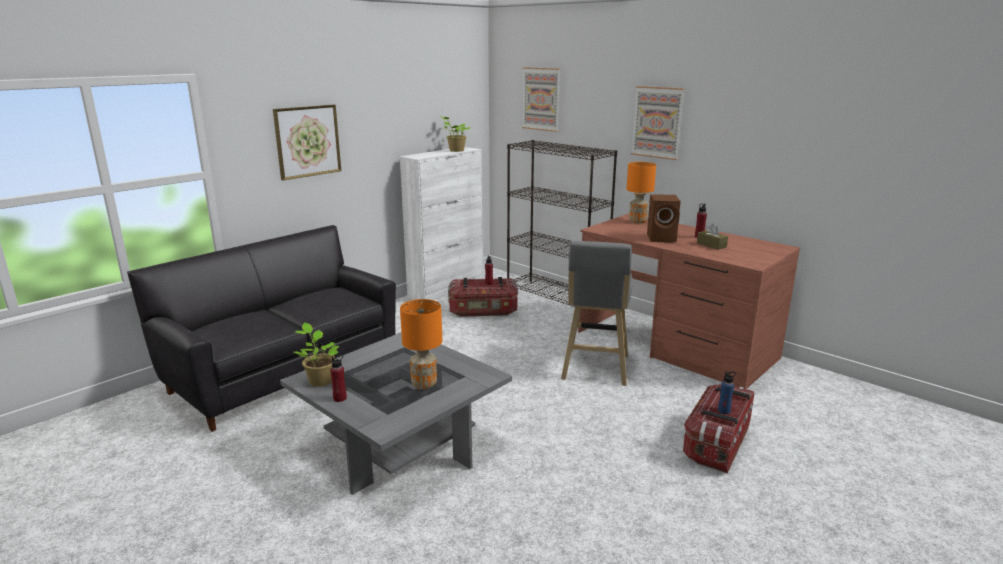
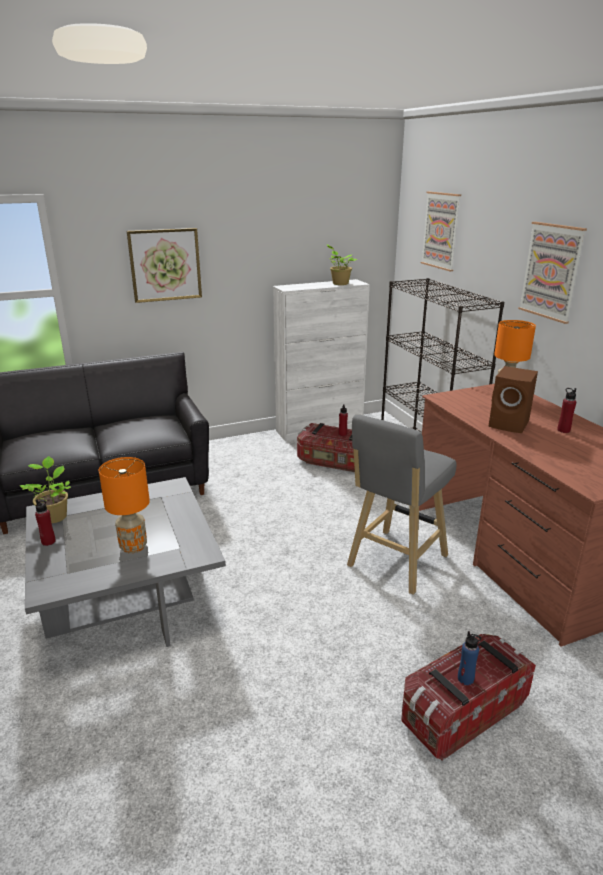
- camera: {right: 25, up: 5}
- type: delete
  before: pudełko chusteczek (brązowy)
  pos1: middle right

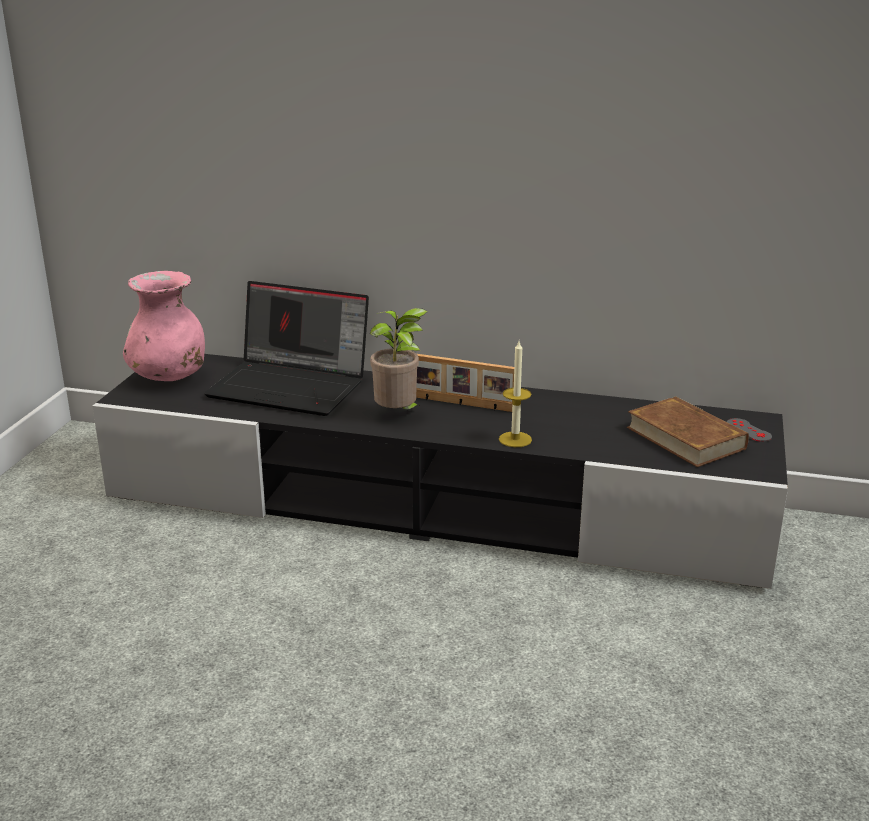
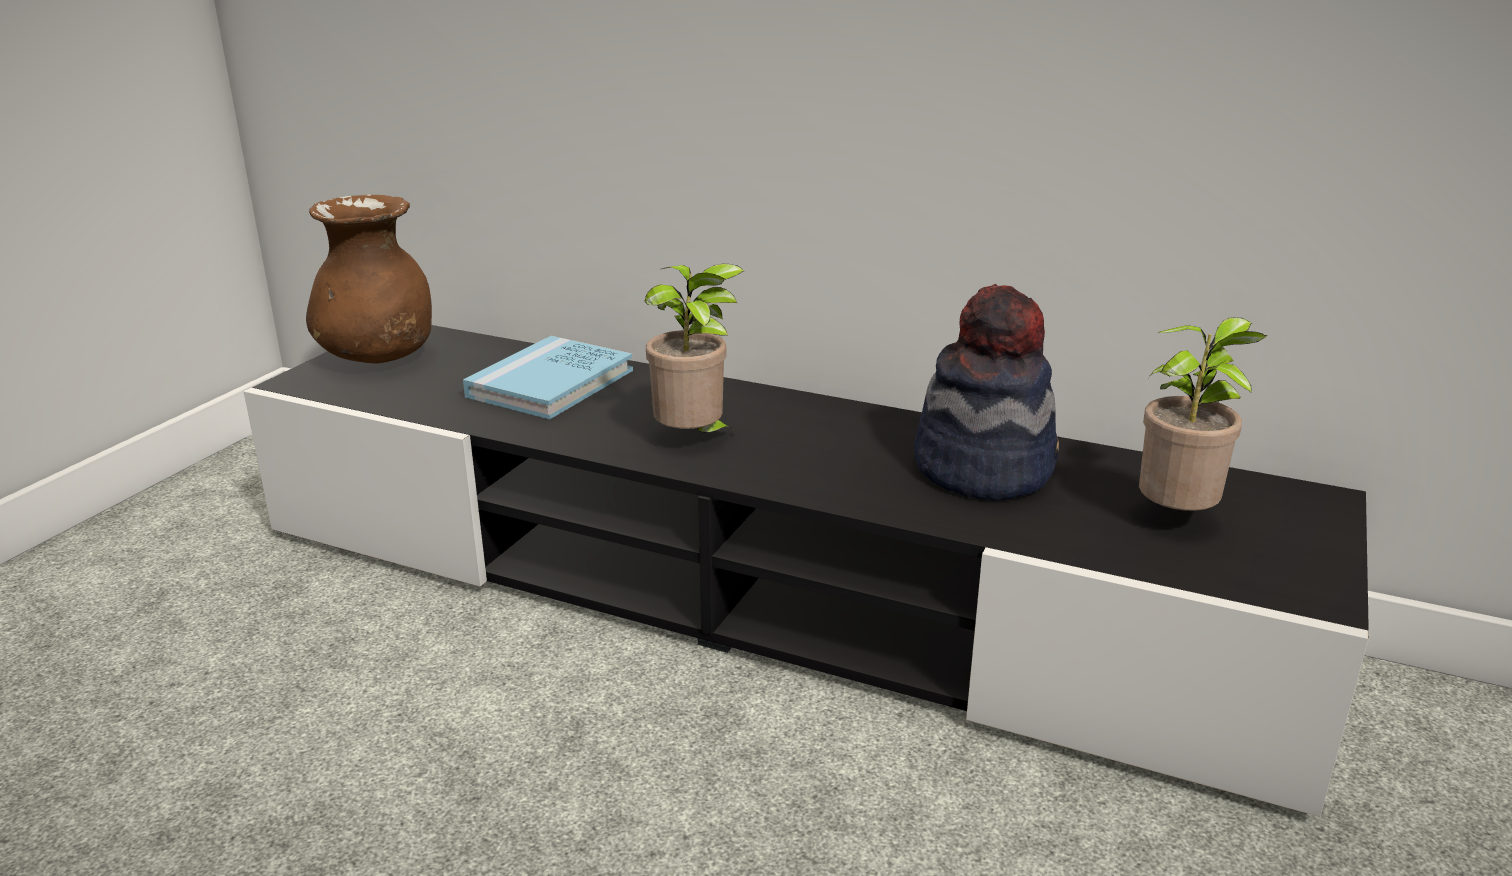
- camera: {right: 10, up: 0}
- type: recolor
  before: wazon (różowy)
  after: wazon (brązowy)
  pos1: middle left
  pos2: top left
- type: replace
  before: laptop
  after: książka (niebieski)
  pos1: middle left
  pos2: centre
- type: insert
  after: kapelusz
  pos2: centre
- type: replace
  before: książka (brązowy)
  after: roślina doniczkowa (2nd from left)
  pos1: middle right
  pos2: middle right
- type: delete
  before: ramka na zdjęcie
  pos1: centre
- type: delete
  before: świeca
  pos1: centre
- type: delete
  before: pad do gier (szary)
  pos1: middle right

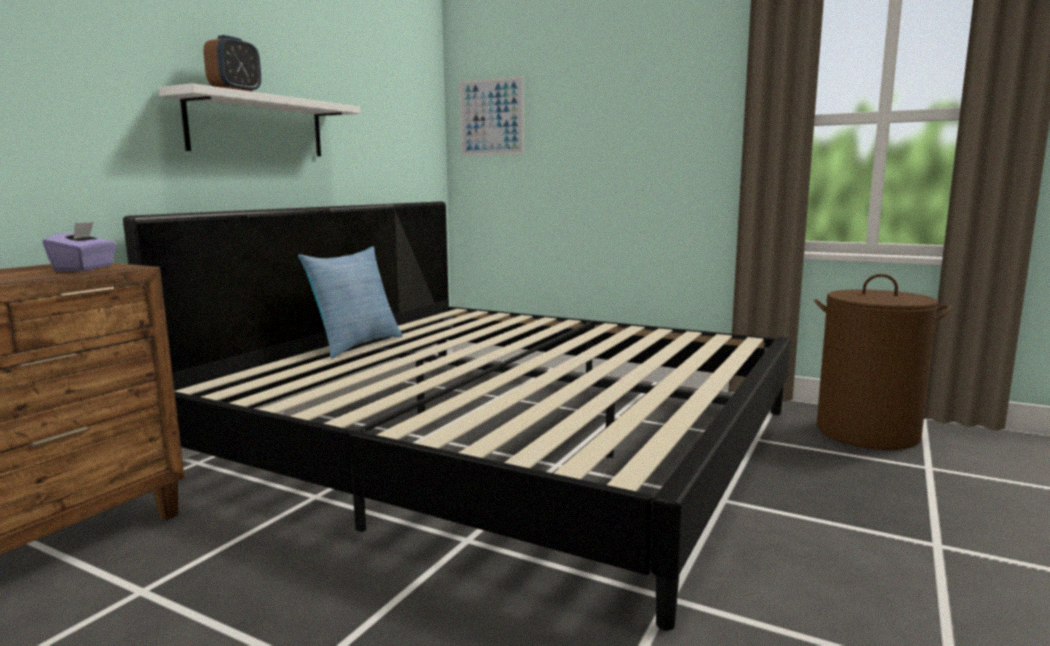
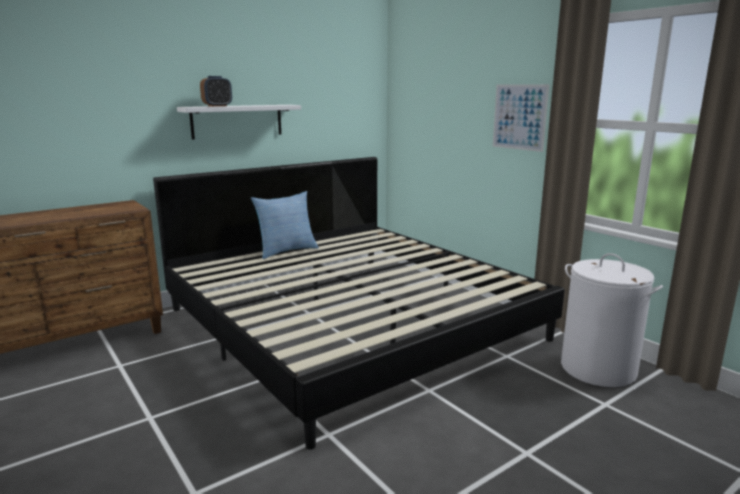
- camera: {right: 25, up: 5}
- type: move
  before: obraz
  pos1: top centre
  pos2: top right
- type: recolor
  before: kosz na pranie (brązowy)
  after: kosz na pranie (biały)
  pos1: middle right
  pos2: middle right
- type: delete
  before: pudełko chusteczek (fioletowy)
  pos1: middle left

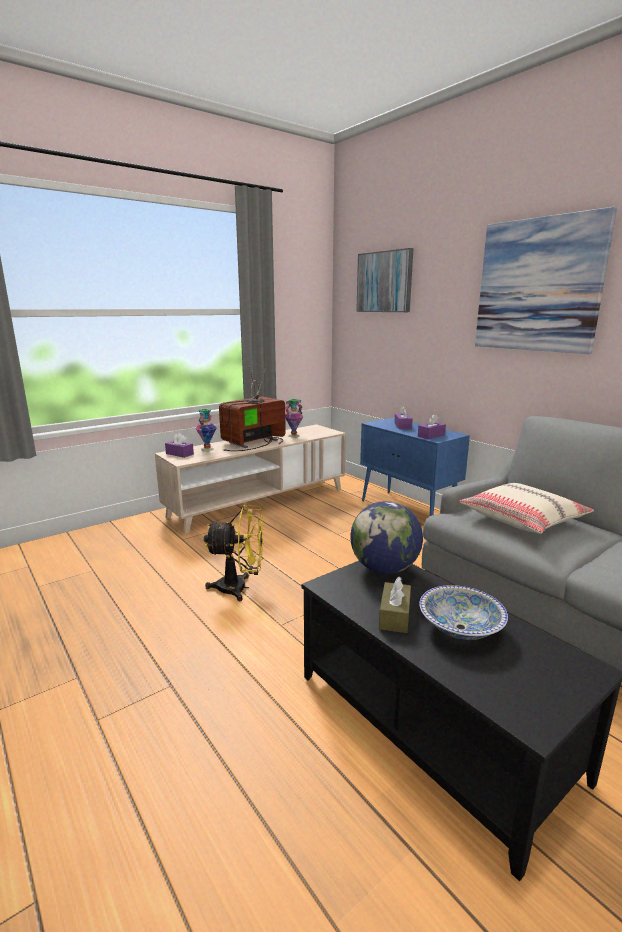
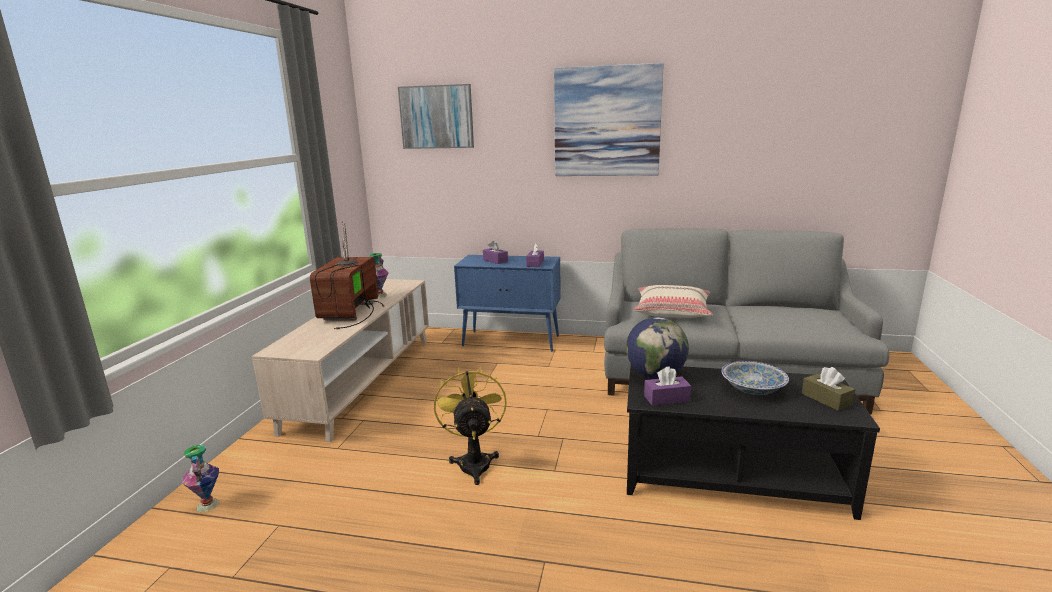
- camera: {right: -40, up: 0}
- type: move
  before: wazon (1st from left)
  pos1: middle left
  pos2: bottom left
- type: rotate
  before: wentylator (żółty)
  pos1: centre
  pos2: bottom centre
  turn: -60
- type: move
  before: pudełko chusteczek (fioletowy) (1st from left in the first image)
  after: pudełko chusteczek (fioletowy) (3rd from left)
  pos1: middle left
  pos2: centre
- type: move
  before: pudełko chusteczek (brązowy)
  pos1: centre
  pos2: middle right

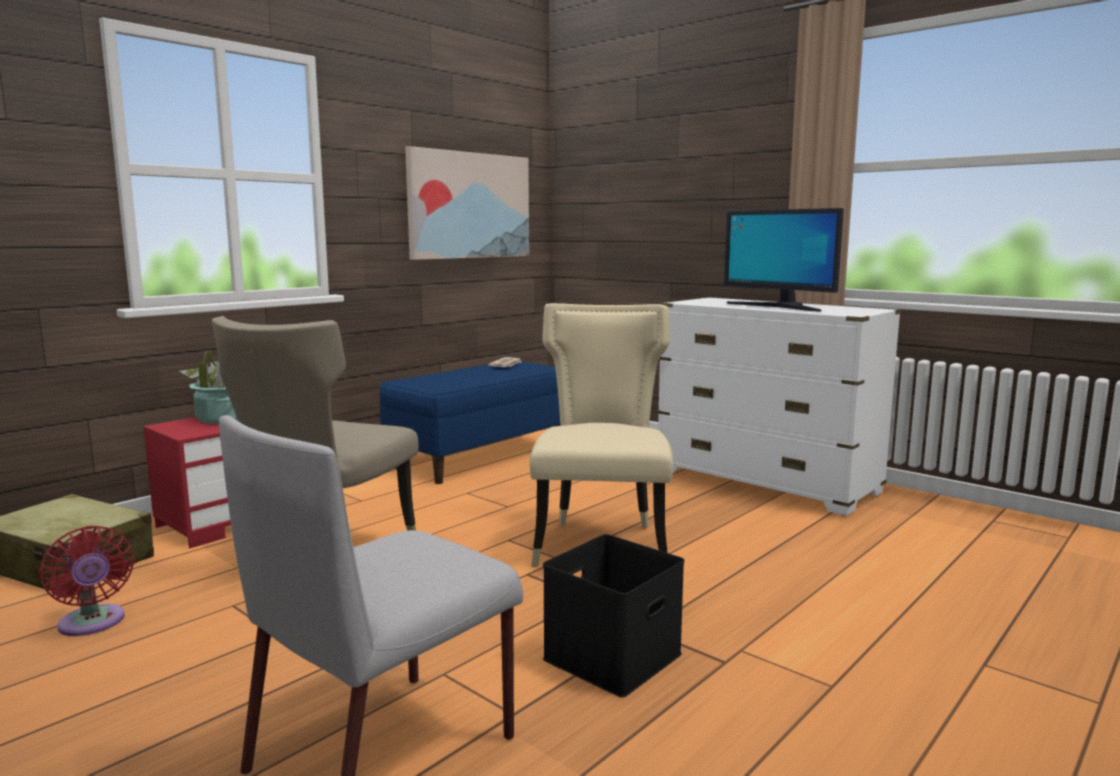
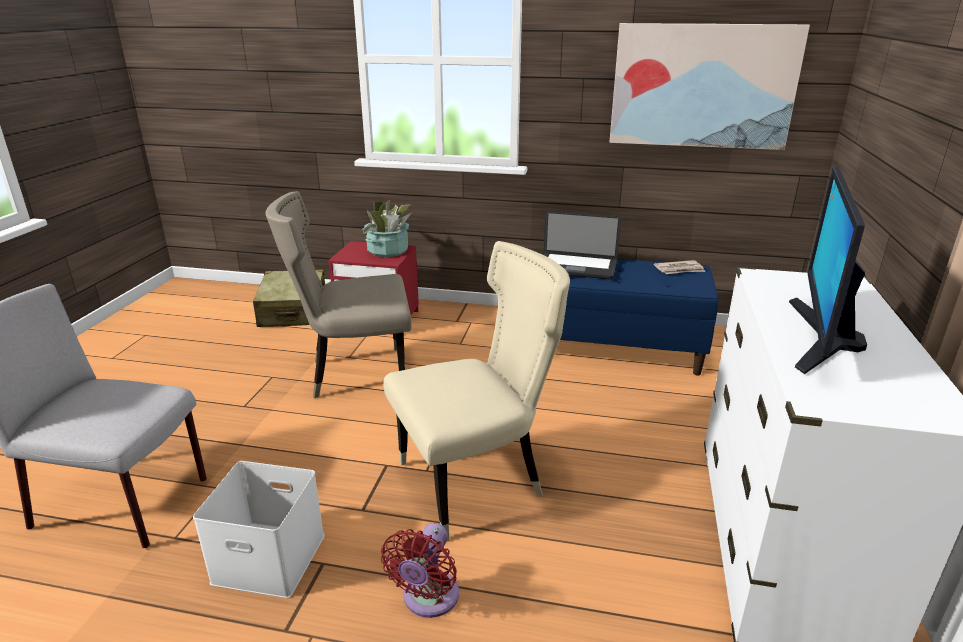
- camera: {right: 60, up: 15}
- type: recolor
  before: pojemnik do przechowywania (czarny)
  after: pojemnik do przechowywania (biały)
  pos1: bottom centre
  pos2: bottom left
- type: move
  before: wentylator (czerwony)
  pos1: bottom left
  pos2: bottom centre
- type: insert
  after: laptop
  pos2: centre

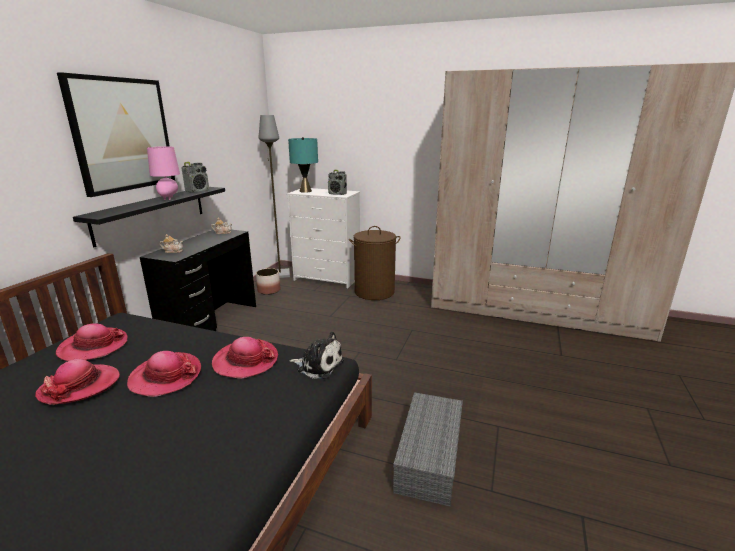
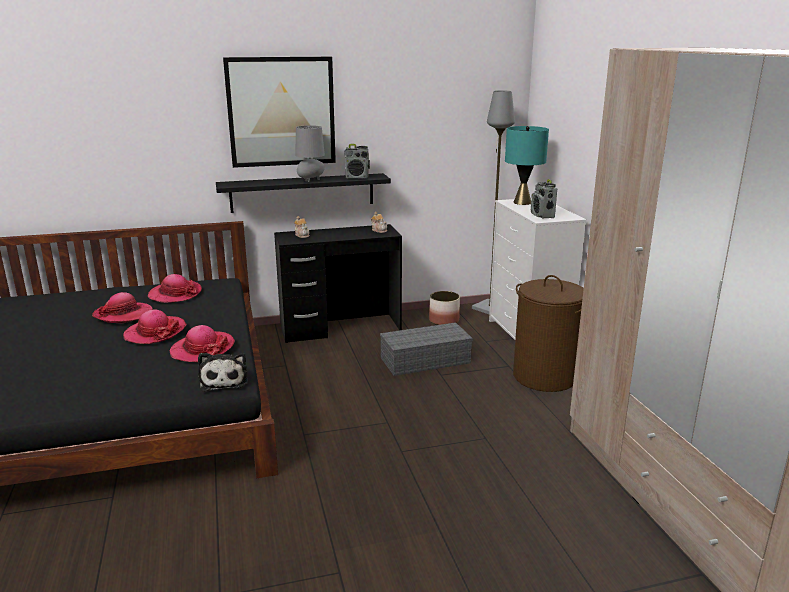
- camera: {right: 55, up: 0}
- type: recolor
  before: lampa stołowa (różowy)
  after: lampa stołowa (szary)
  pos1: top left
  pos2: top centre
- type: move
  before: pojemnik do przechowywania (szary)
  pos1: bottom centre
  pos2: centre

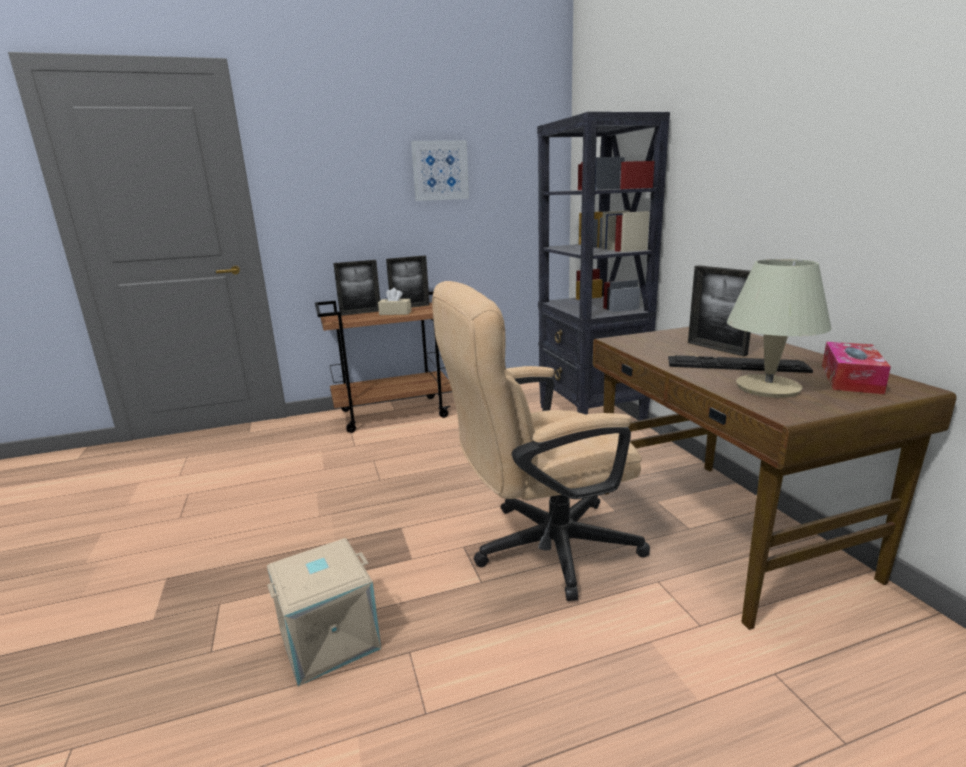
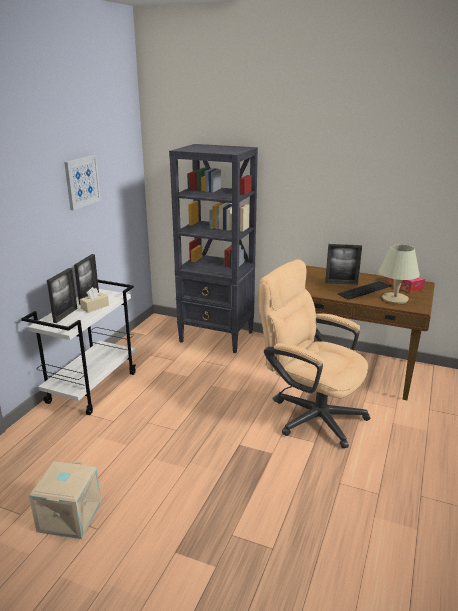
- camera: {right: -50, up: 5}
- type: recolor
  before: wózek (brązowy)
  after: wózek (biały)
  pos1: centre
  pos2: middle left
- type: move
  before: pojemnik do przechowywania (beżowy)
  pos1: bottom centre
  pos2: bottom left
- type: rotate
  before: krzesło biurowe (beżowy)
  pos1: centre
  pos2: middle right
  turn: 105

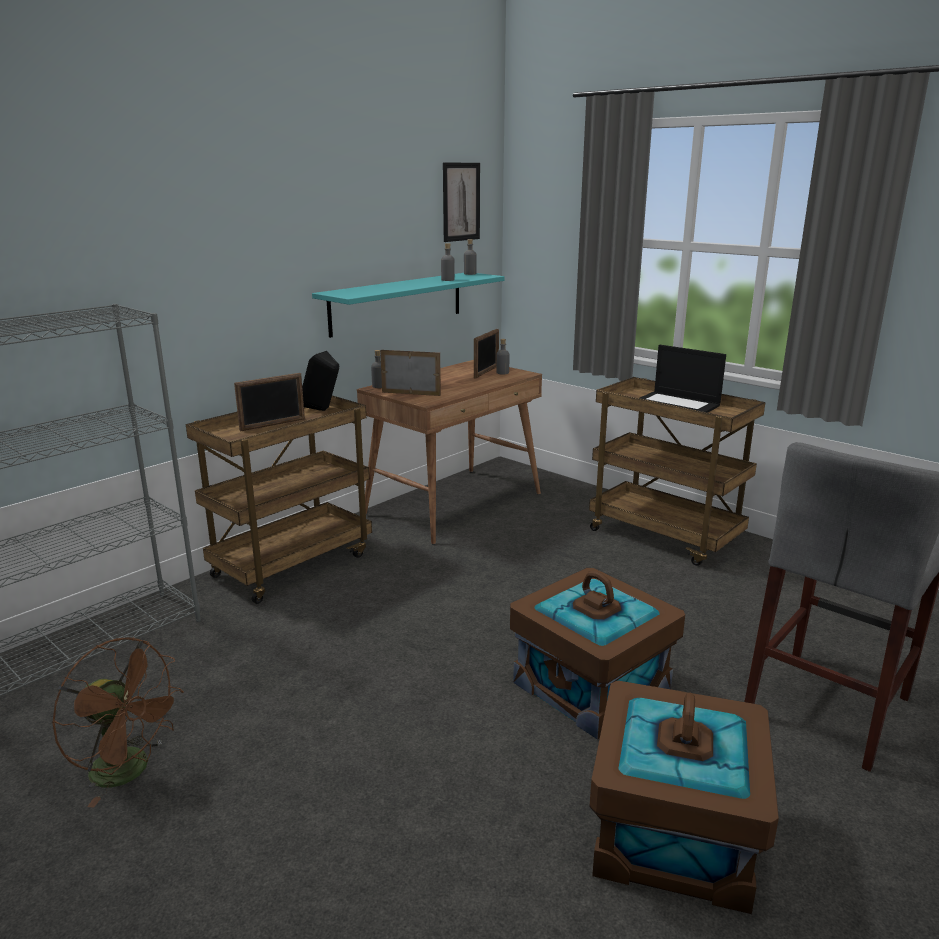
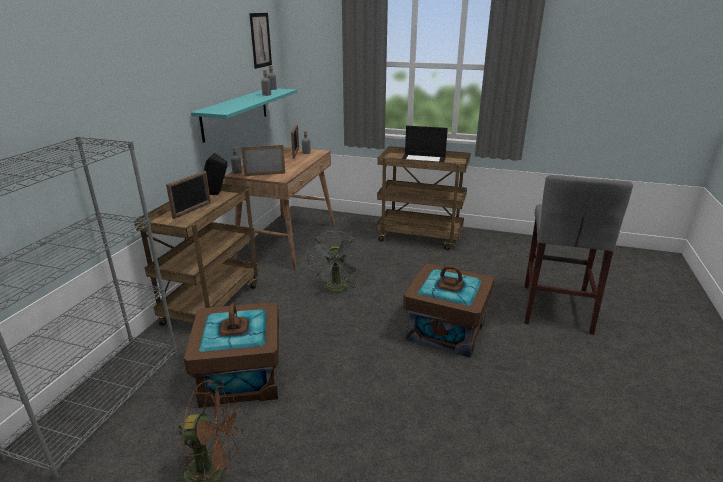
- camera: {right: -25, up: 5}
- type: move
  before: pojemnik do przechowywania (brązowy) (2nd from left in the first image)
  after: pojemnik do przechowywania (brązowy) (1st from left)
  pos1: bottom right
  pos2: bottom left
- type: insert
  after: wentylator (szary)
  pos2: centre

